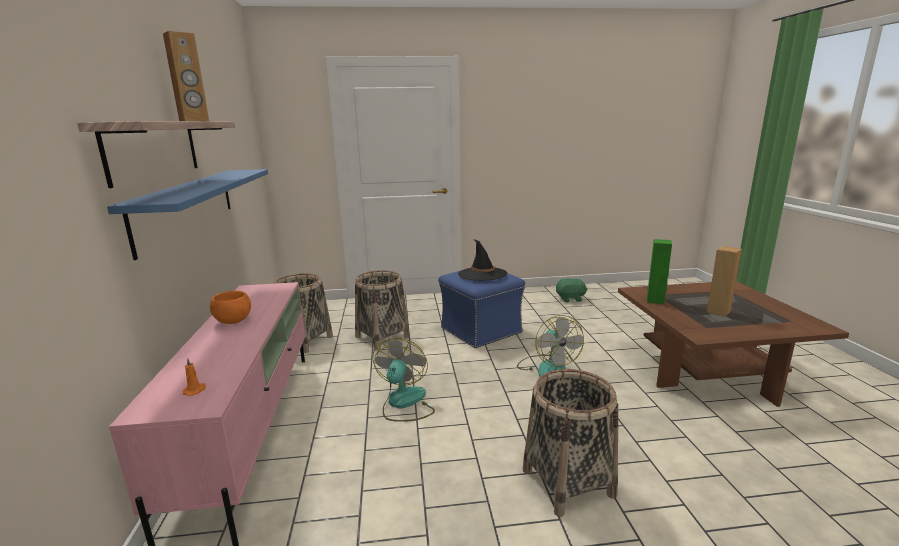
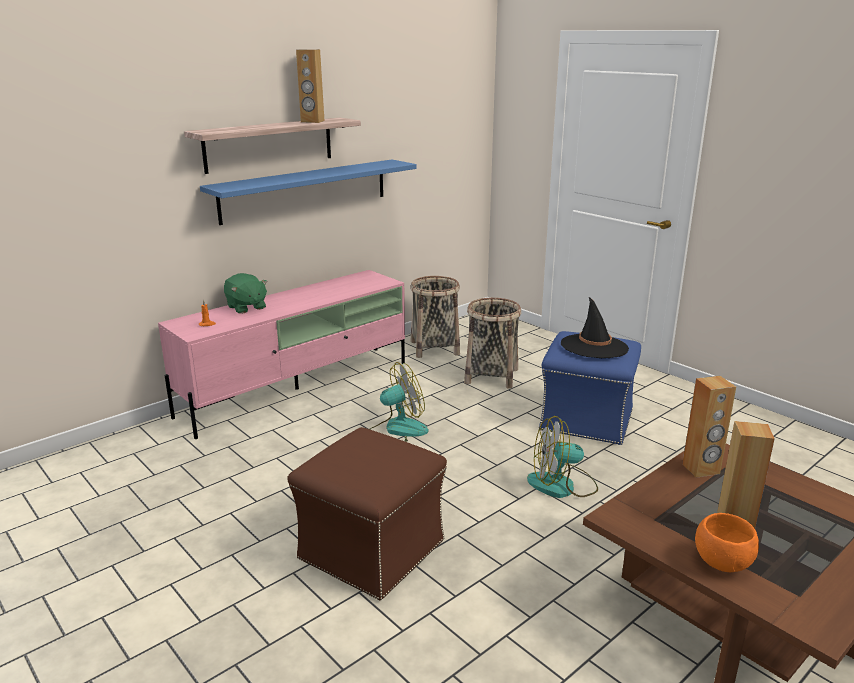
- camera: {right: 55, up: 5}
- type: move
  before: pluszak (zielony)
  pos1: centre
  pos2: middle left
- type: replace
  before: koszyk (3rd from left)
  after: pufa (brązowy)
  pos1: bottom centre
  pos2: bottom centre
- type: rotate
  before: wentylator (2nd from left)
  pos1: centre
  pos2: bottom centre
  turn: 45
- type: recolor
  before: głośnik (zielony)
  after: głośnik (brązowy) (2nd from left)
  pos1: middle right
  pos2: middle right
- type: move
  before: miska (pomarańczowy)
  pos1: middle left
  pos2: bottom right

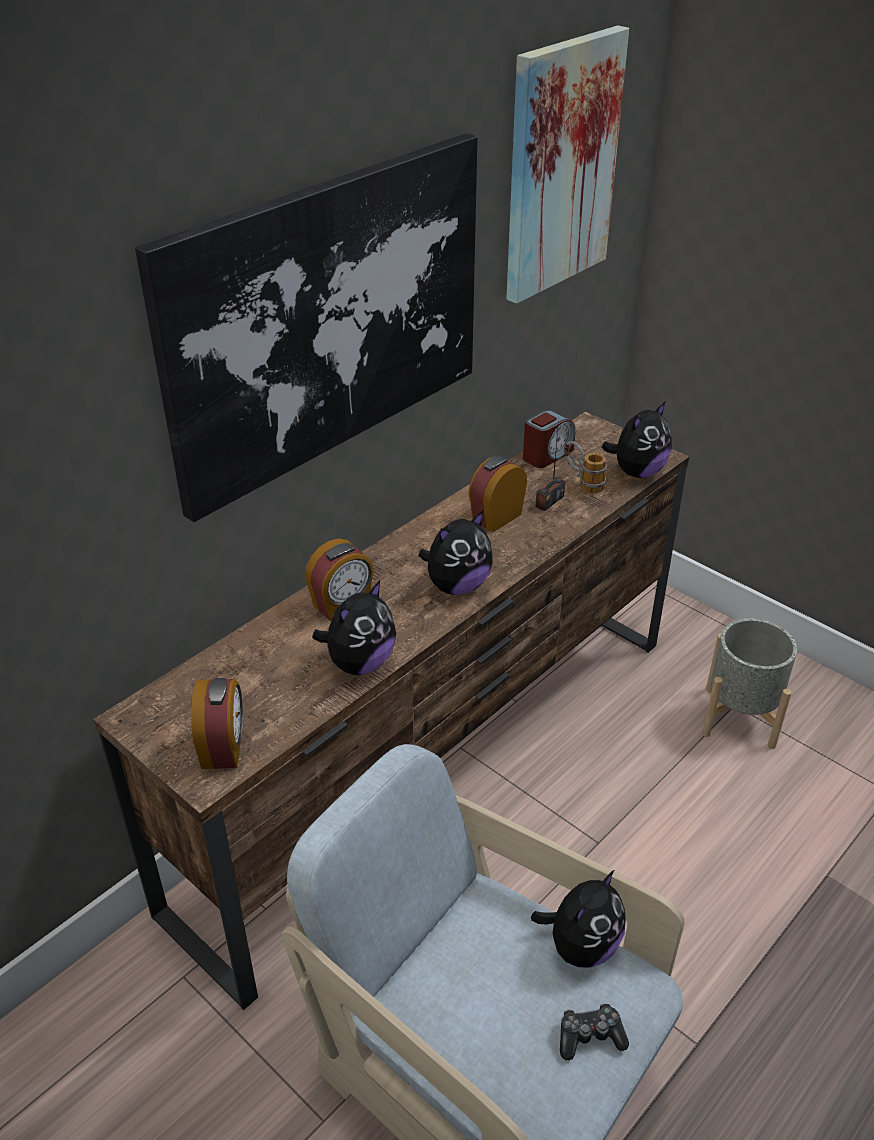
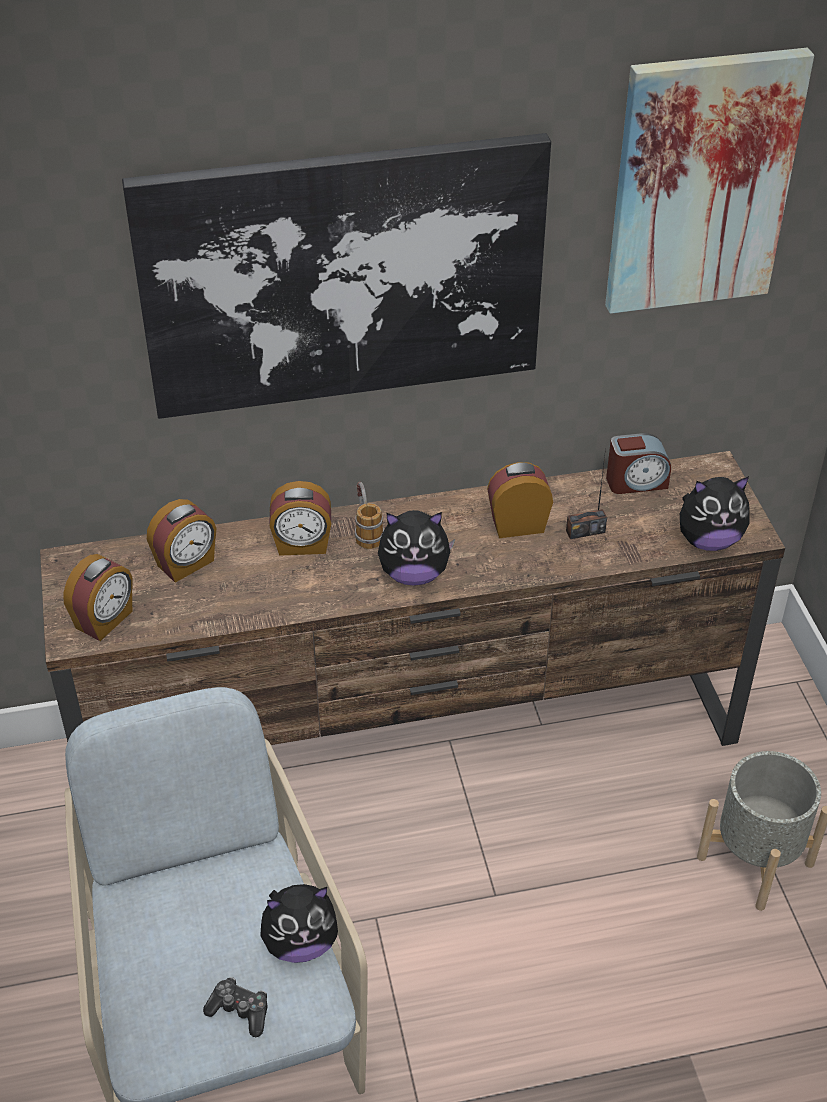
- camera: {right: 35, up: 5}
- type: insert
  after: budzik (2nd from left)
  pos2: middle left
- type: move
  before: kubek
  pos1: middle right
  pos2: centre
- type: delete
  before: pluszak (1st from left)
  pos1: centre

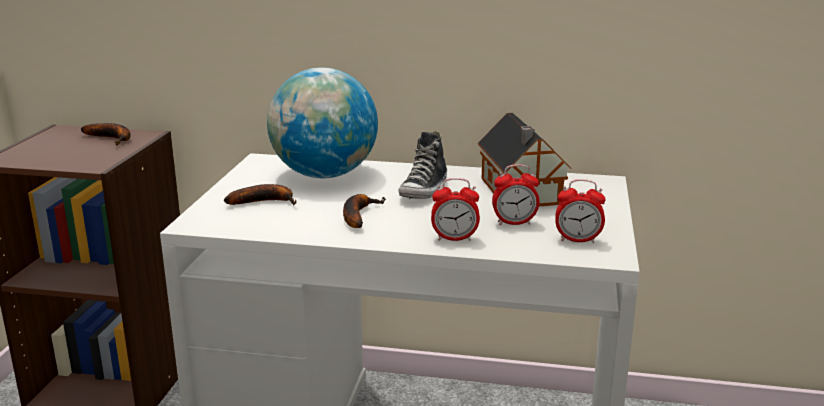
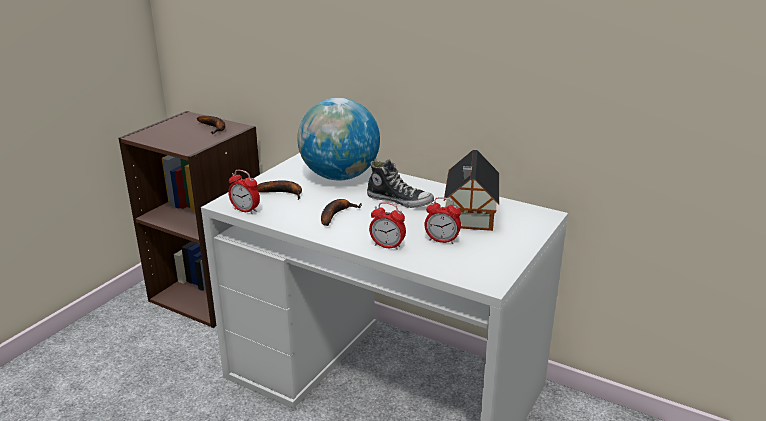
- camera: {right: 20, up: 5}
- type: move
  before: budzik (3rd from left in the first image)
  after: budzik (1st from left)
  pos1: middle right
  pos2: middle left
- type: rotate
  before: but
  pos1: centre
  pos2: centre
  turn: -105

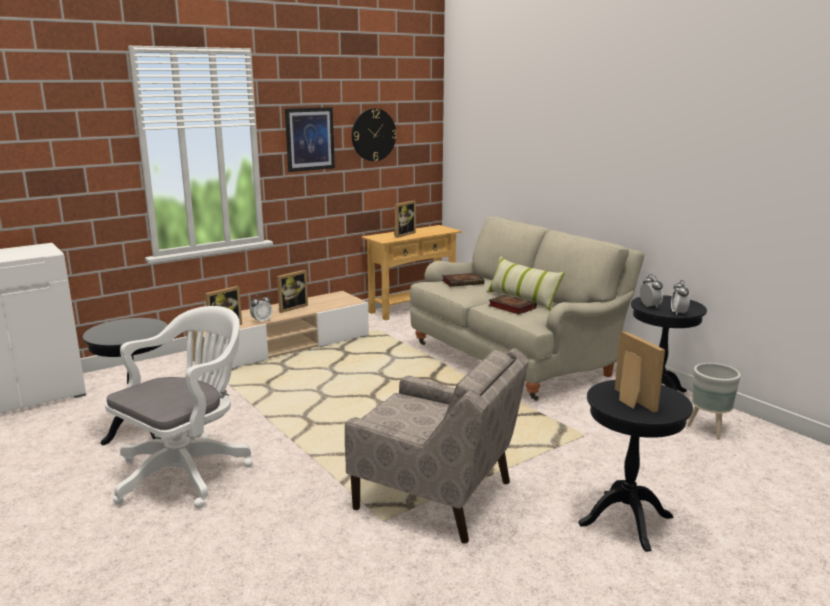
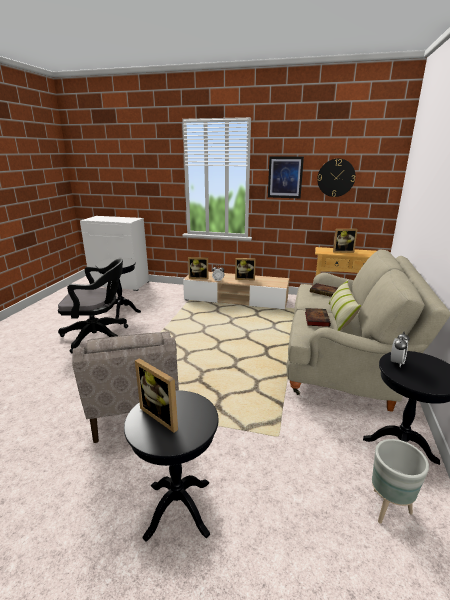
- camera: {right: 50, up: 5}
- type: recolor
  before: krzesło biurowe (biały)
  after: krzesło biurowe (czarny)
  pos1: bottom left
  pos2: middle left
- type: rotate
  before: ramka na zdjęcie (4th from left in the first image)
  pos1: middle right
  pos2: centre
  turn: 105
- type: delete
  before: budzik (3rd from left)
  pos1: middle right

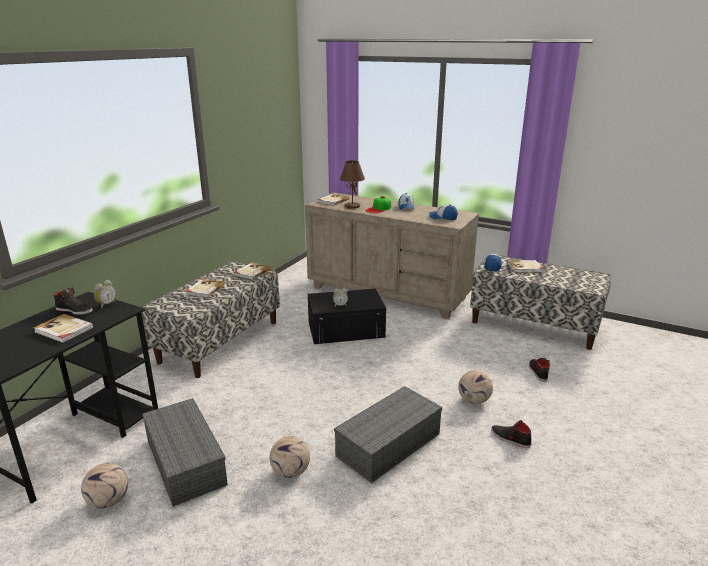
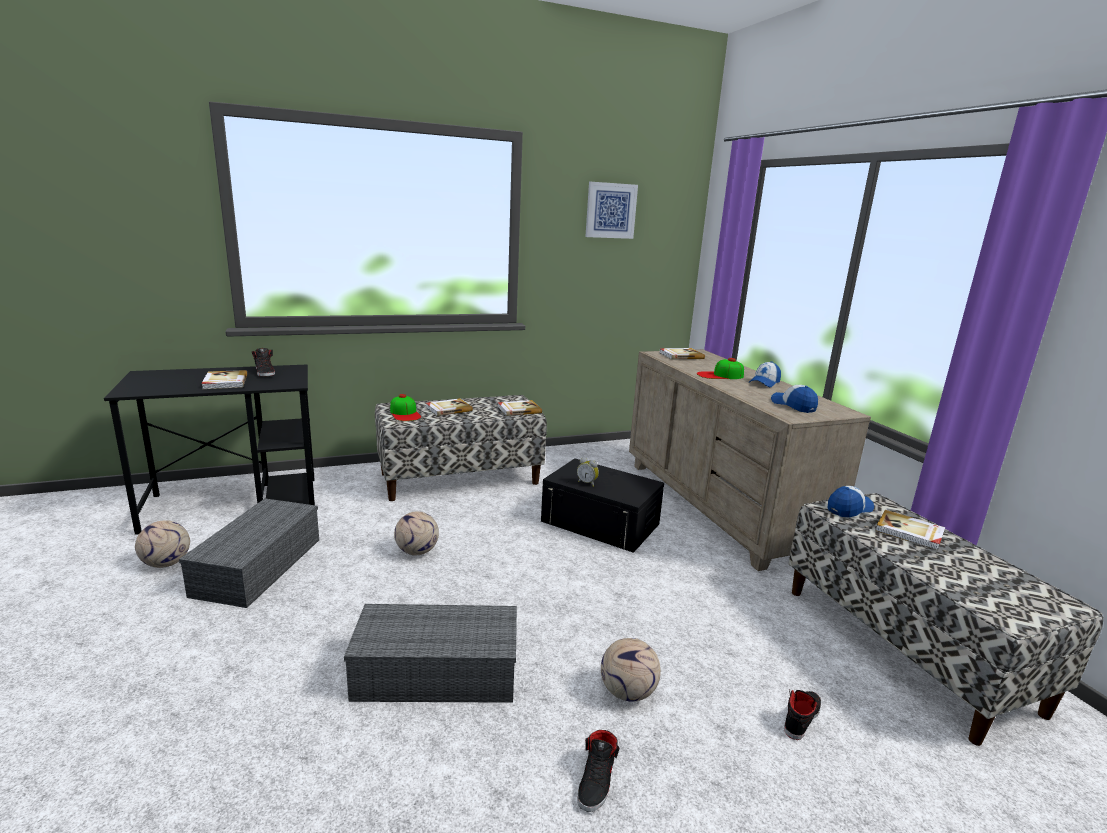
- camera: {right: 40, up: -5}
- type: insert
  after: czapka z daszkiem (1st from left)
  pos2: centre
- type: move
  before: piłka futbolowa (2nd from left)
  pos1: bottom centre
  pos2: centre
- type: rotate
  before: but (czarny) (2nd from left)
  pos1: bottom right
  pos2: bottom centre
  turn: -150
- type: insert
  after: obraz
  pos2: top centre
- type: delete
  before: budzik (1st from left)
  pos1: middle left
- type: delete
  before: lampa stołowa (brązowy)
  pos1: top centre

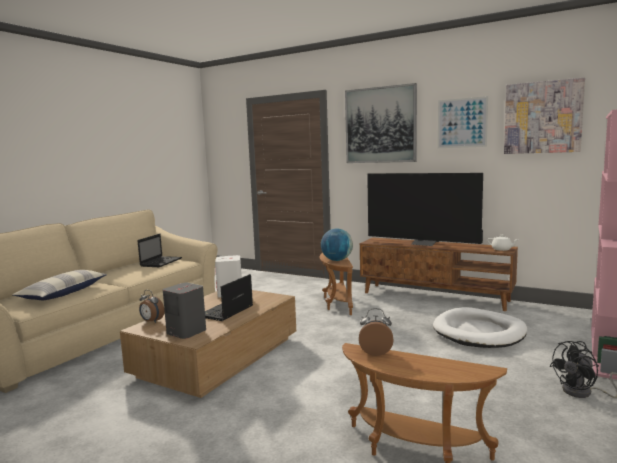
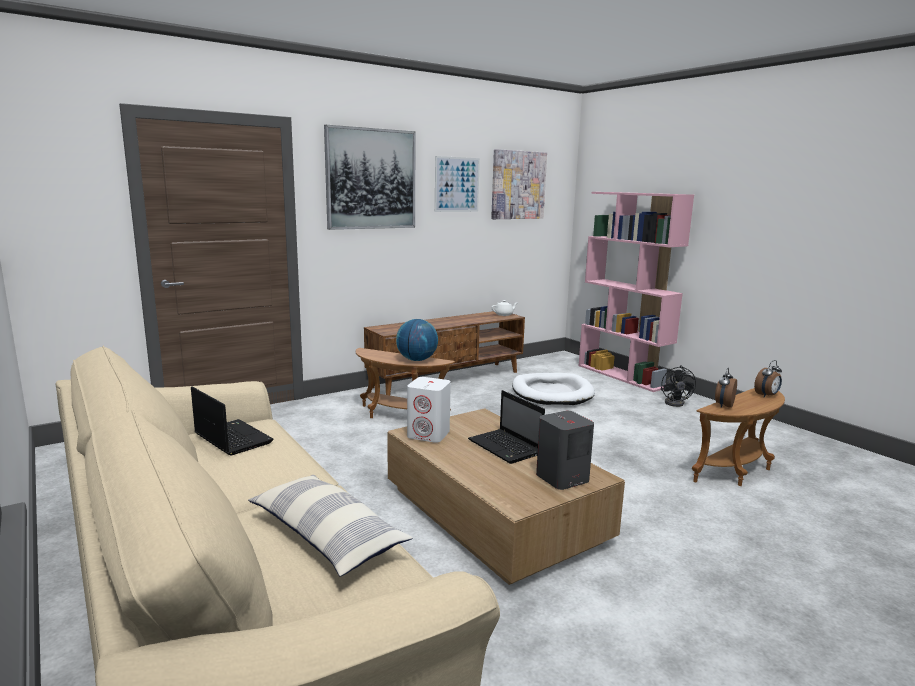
- camera: {right: -65, up: 5}
- type: move
  before: budzik (1st from left in the first image)
  after: budzik (2nd from left)
  pos1: middle left
  pos2: middle right
- type: delete
  before: telewizor
  pos1: middle right

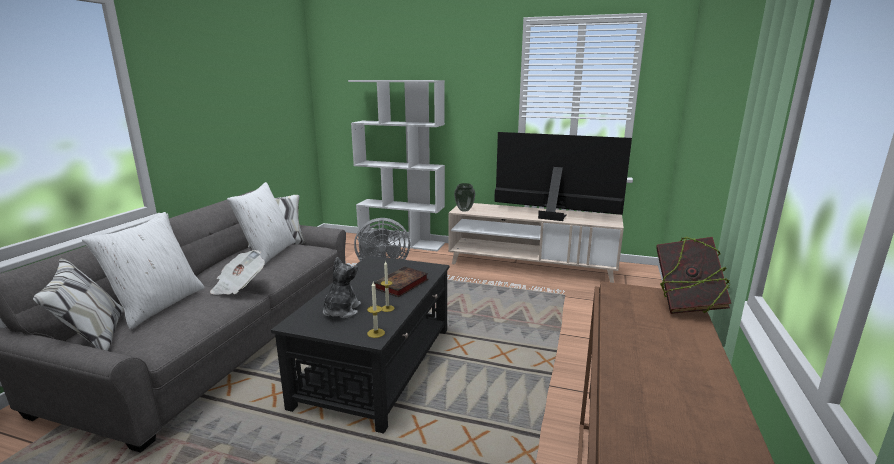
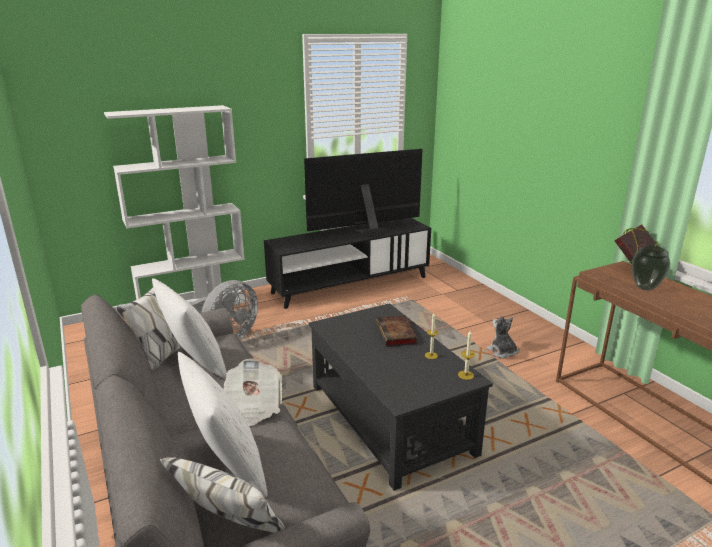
- camera: {right: -45, up: 5}
- type: recolor
  before: szafka pod telewizor (beżowy)
  after: szafka pod telewizor (czarny)
  pos1: centre
  pos2: centre
- type: move
  before: pluszak
  pos1: centre
  pos2: middle right
- type: move
  before: wazon
  pos1: centre
  pos2: middle right

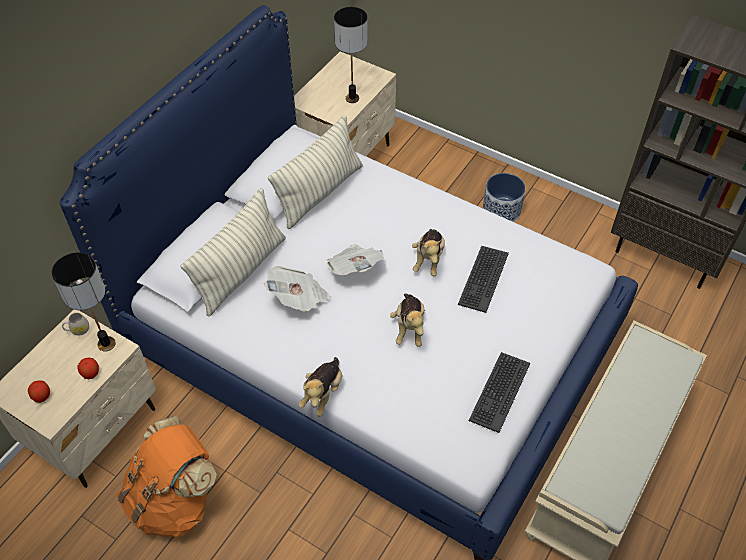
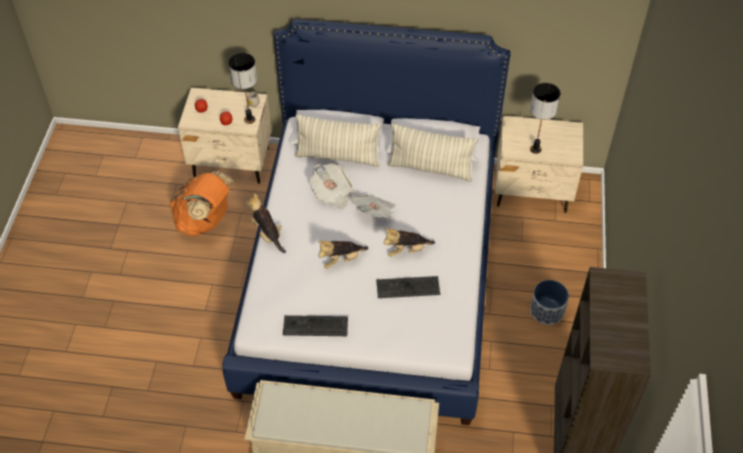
- camera: {right: 65, up: 0}
- type: rotate
  before: pluszak (1st from left)
  pos1: bottom centre
  pos2: centre
  turn: 60

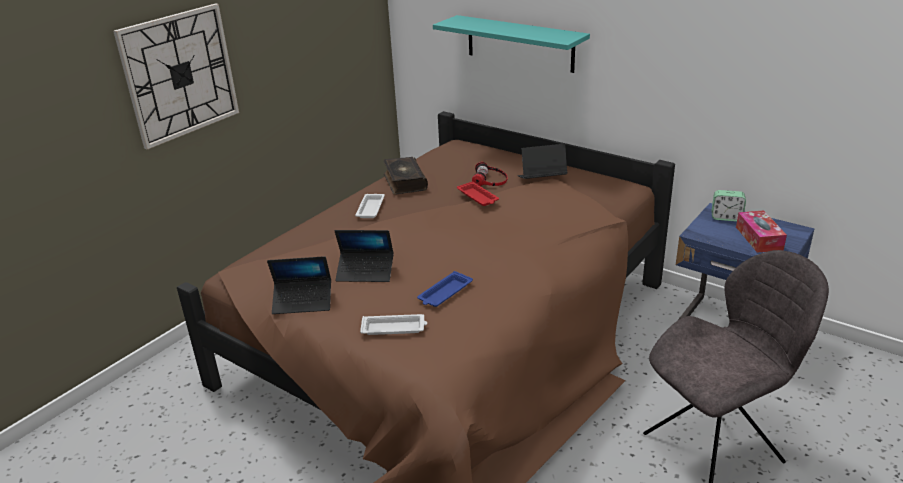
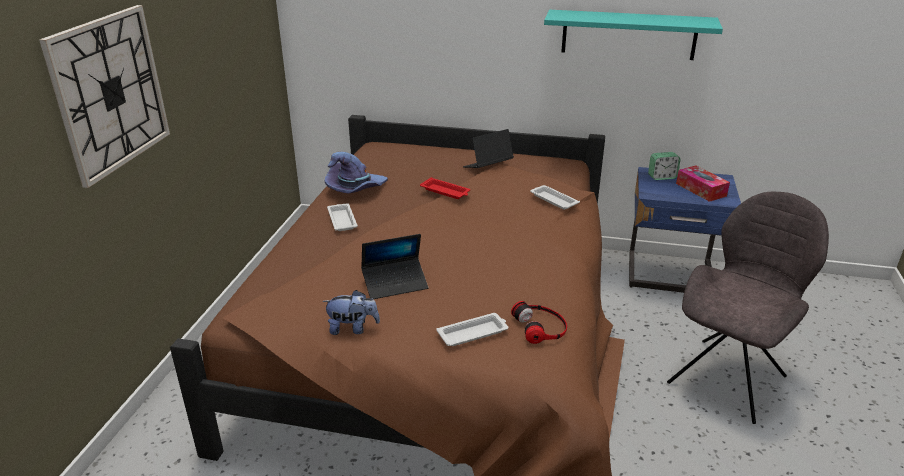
- camera: {right: -25, up: 0}
- type: replace
  before: laptop (1st from left)
  after: pluszak
  pos1: middle left
  pos2: centre
- type: replace
  before: książka
  after: kapelusz (fioletowy)
  pos1: centre
  pos2: centre
- type: move
  before: słuchawki
  pos1: centre
  pos2: bottom centre
- type: insert
  after: taca (biały) (3rd from left)
  pos2: centre
- type: move
  before: półka (turkusowy)
  pos1: top centre
  pos2: top right
- type: delete
  before: taca (niebieski)
  pos1: centre

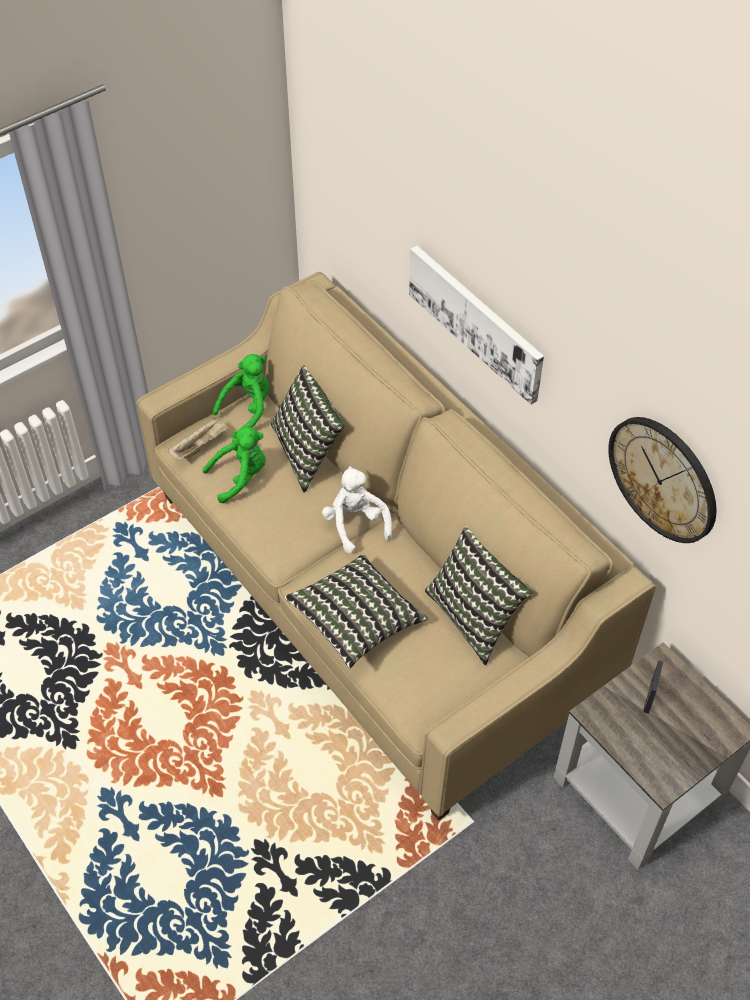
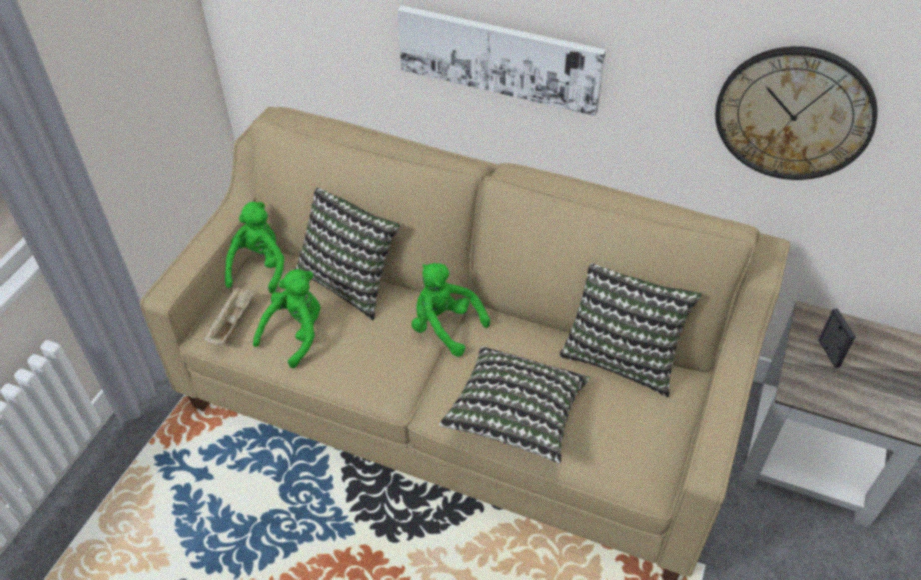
- camera: {right: -30, up: -5}
- type: recolor
  before: pluszak (biały)
  after: pluszak (zielony) (3rd from left)
  pos1: centre
  pos2: centre

